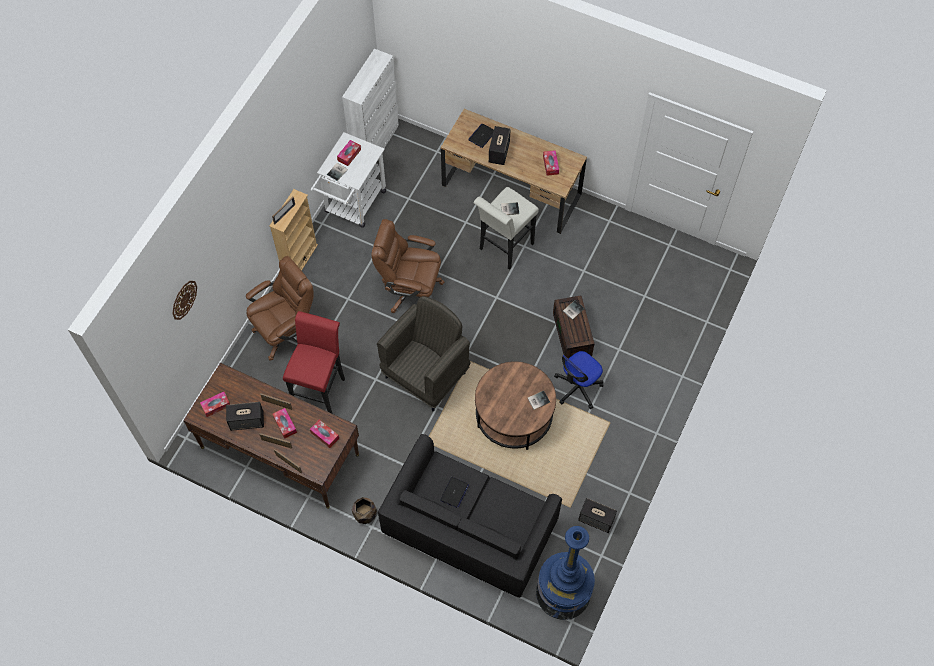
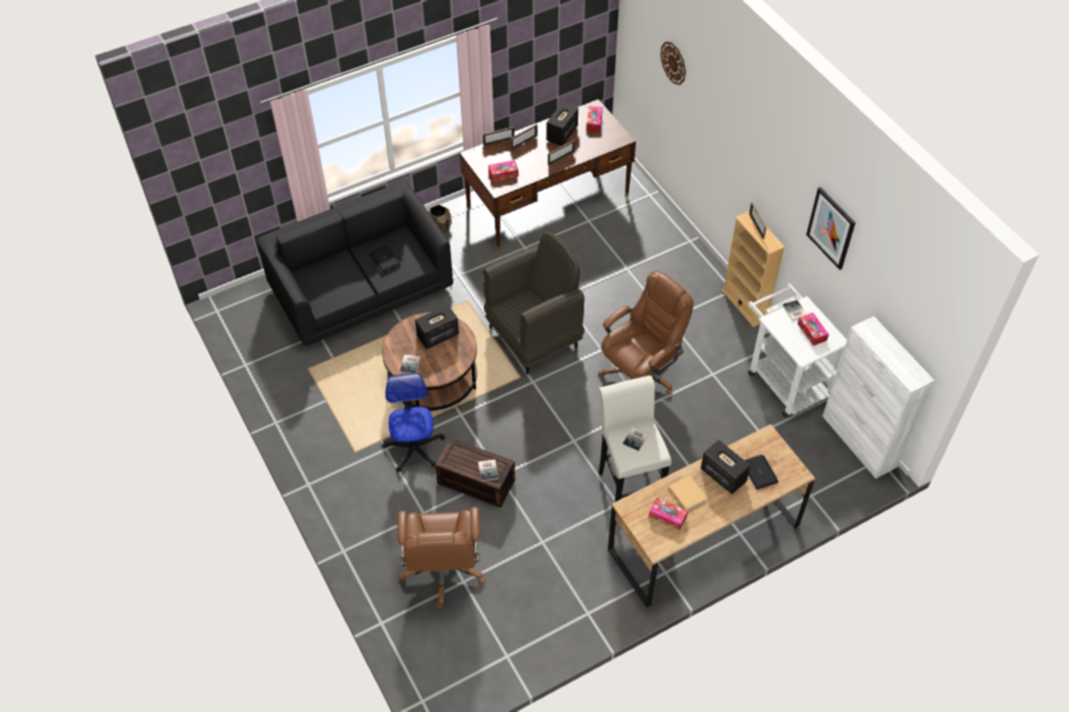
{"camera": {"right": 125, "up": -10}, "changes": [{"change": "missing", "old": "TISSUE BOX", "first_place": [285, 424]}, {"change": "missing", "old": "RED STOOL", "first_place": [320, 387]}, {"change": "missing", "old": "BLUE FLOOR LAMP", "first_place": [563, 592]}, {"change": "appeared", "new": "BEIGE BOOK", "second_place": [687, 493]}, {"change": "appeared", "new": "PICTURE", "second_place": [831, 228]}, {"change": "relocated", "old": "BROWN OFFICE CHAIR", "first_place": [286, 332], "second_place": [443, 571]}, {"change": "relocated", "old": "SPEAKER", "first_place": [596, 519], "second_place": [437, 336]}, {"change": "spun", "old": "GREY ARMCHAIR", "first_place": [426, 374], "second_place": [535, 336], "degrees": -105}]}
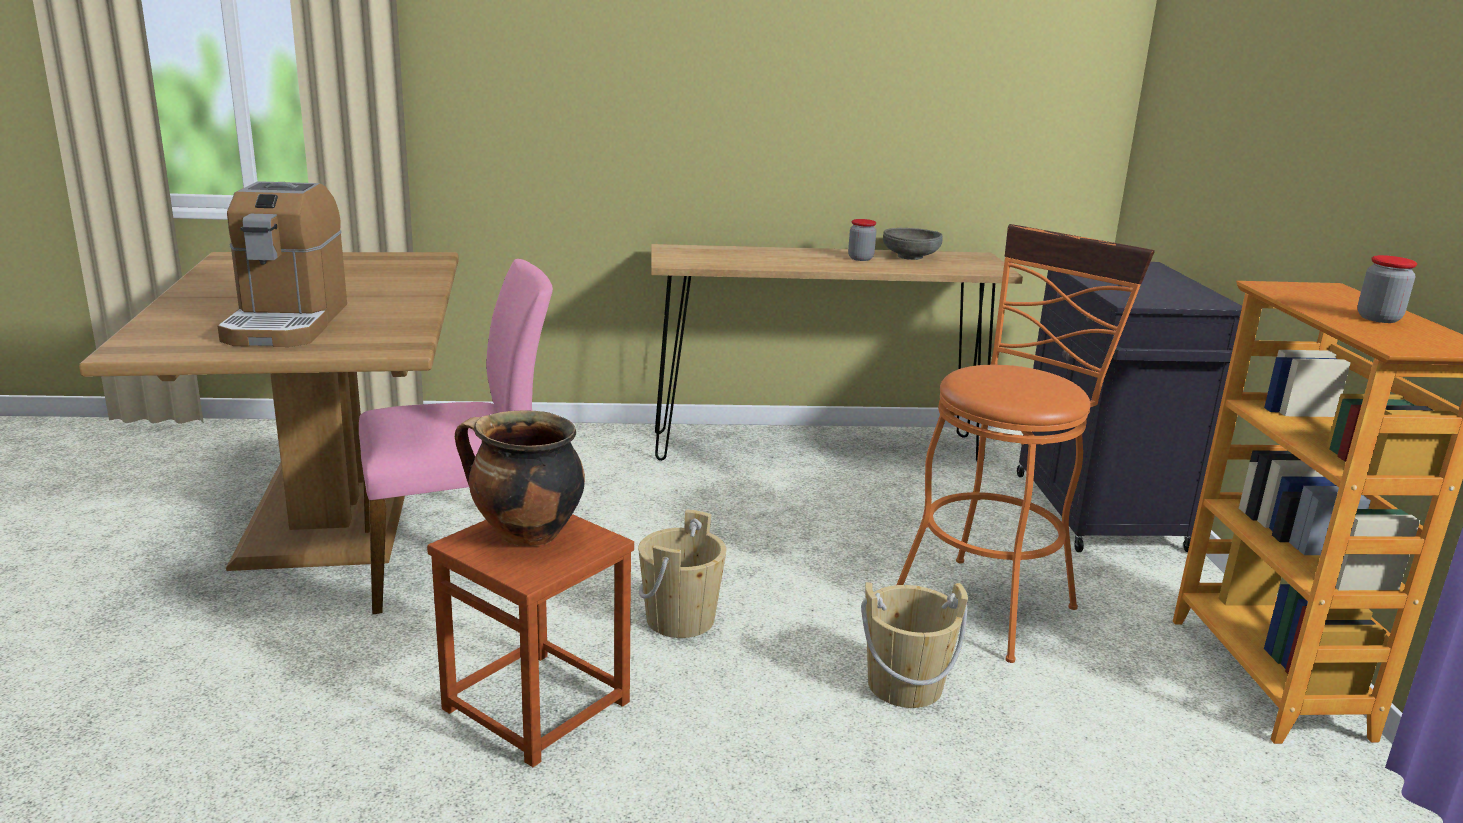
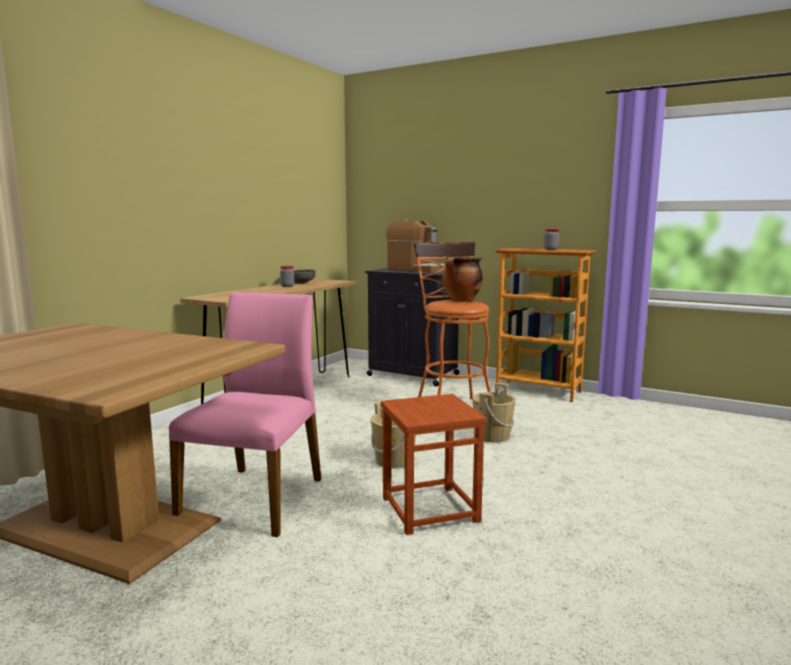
{"camera": {"right": -55, "up": -10}, "changes": [{"change": "relocated", "old": "COFFEE MACHINE", "first_place": [287, 323], "second_place": [416, 269]}, {"change": "relocated", "old": "COOKING POT", "first_place": [525, 535], "second_place": [462, 300]}]}
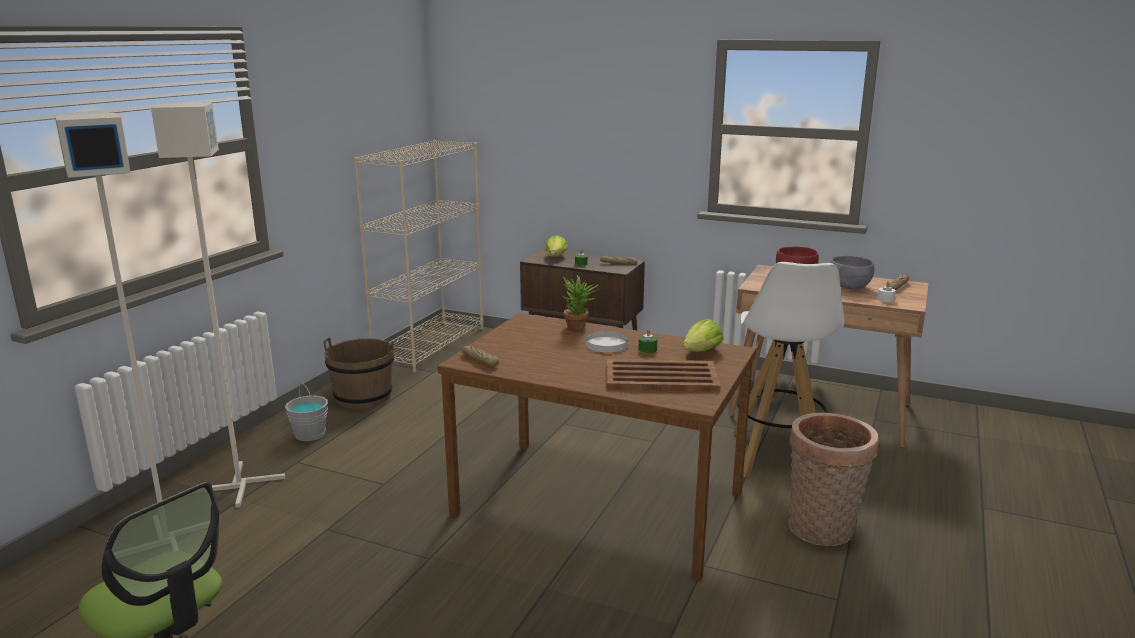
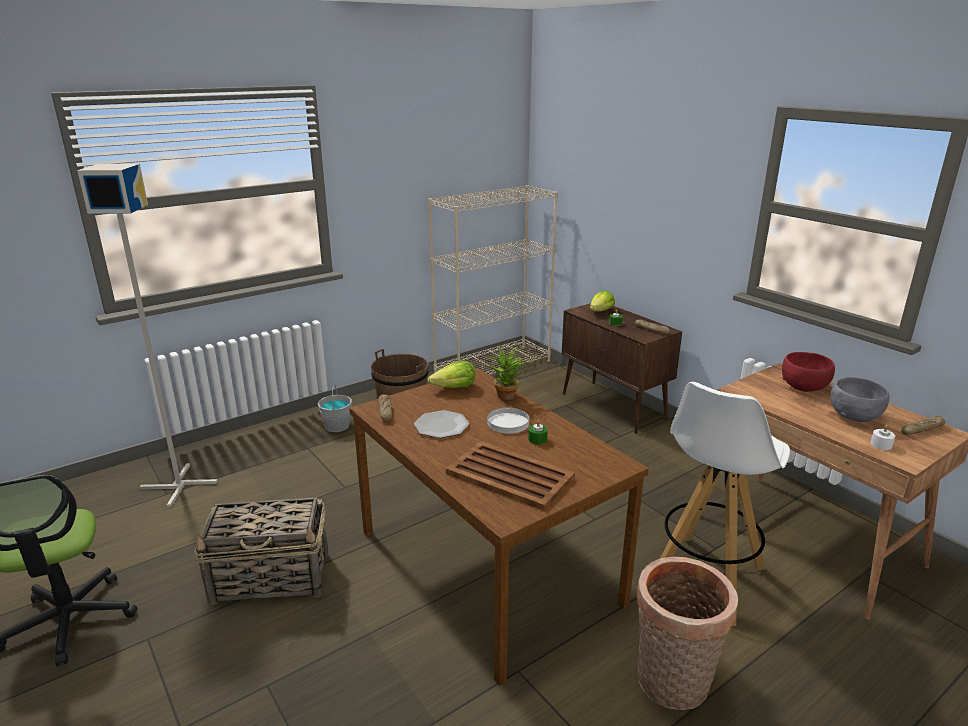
{"camera": {"right": 30, "up": 5}, "changes": [{"change": "missing", "old": "GREY FLOOR LAMP", "first_place": [240, 485]}, {"change": "appeared", "new": "BASKET", "second_place": [272, 577]}, {"change": "appeared", "new": "PLATE", "second_place": [441, 426]}, {"change": "relocated", "old": "LETTUCE", "first_place": [701, 352], "second_place": [454, 388]}]}
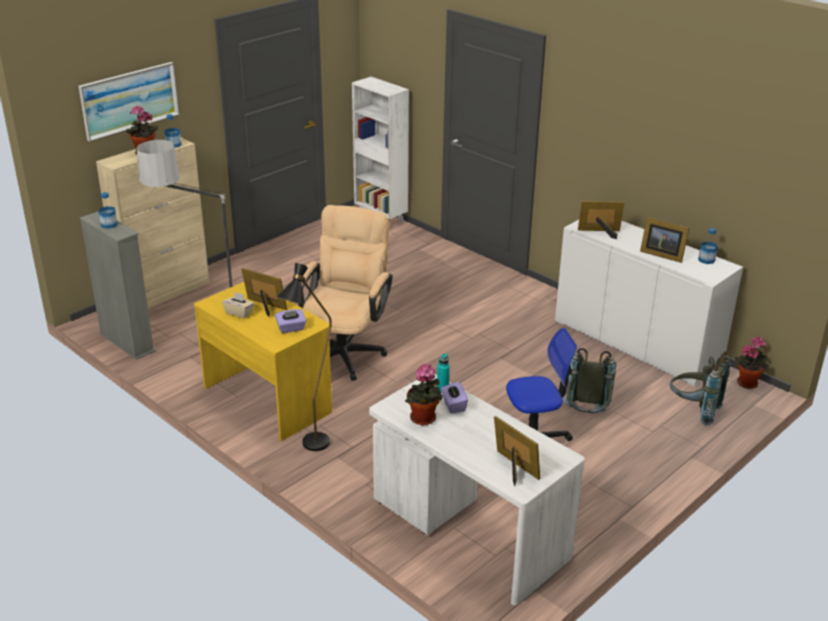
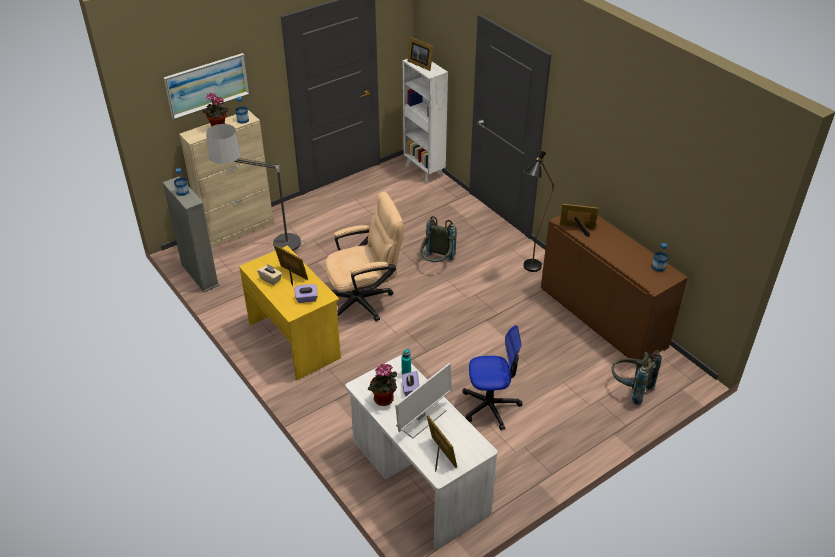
{"camera": {"right": 10, "up": 10}, "changes": [{"change": "missing", "old": "POTTED PLANT", "first_place": [748, 382]}, {"change": "appeared", "new": "MONITOR", "second_place": [421, 419]}, {"change": "relocated", "old": "BLACK FLOOR LAMP", "first_place": [311, 448], "second_place": [529, 269]}, {"change": "relocated", "old": "GREY BACKPACK", "first_place": [586, 416], "second_place": [436, 263]}, {"change": "relocated", "old": "PICTURE FRAME", "first_place": [661, 254], "second_place": [420, 64]}, {"change": "colour", "old": "WHITE CABINET", "new": "BROWN CABINET", "first_place": [636, 343], "second_place": [602, 317]}, {"change": "spun", "old": "BEIGE OFFICE CHAIR", "first_place": [345, 350], "second_place": [365, 300], "degrees": 45}]}
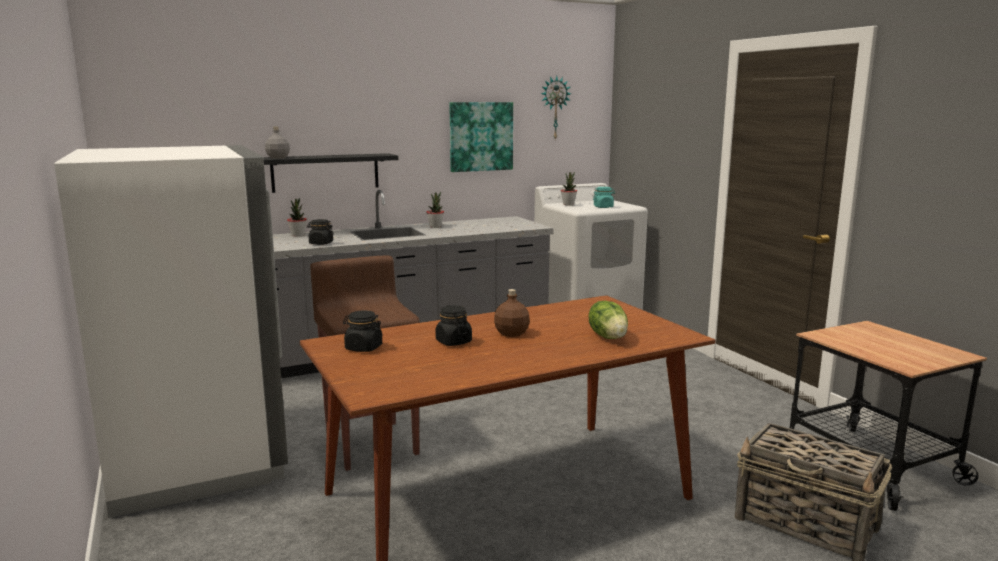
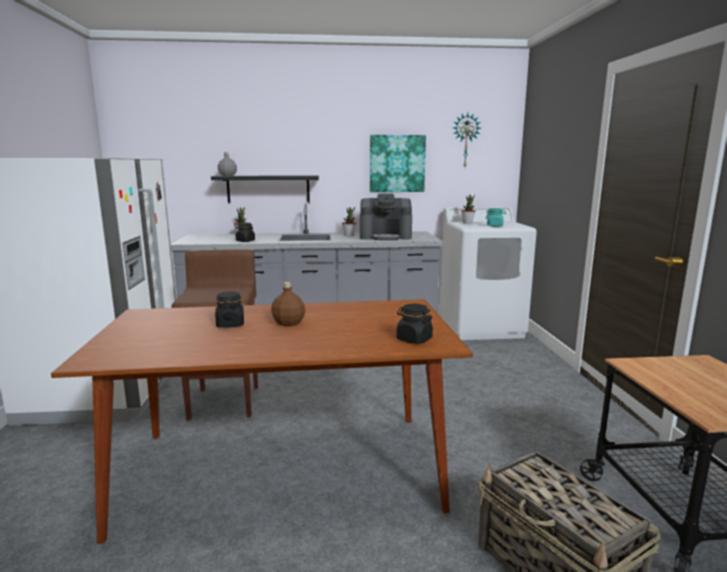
{"camera": {"right": 20, "up": 0}, "changes": [{"change": "missing", "old": "LETTUCE", "first_place": [609, 337]}, {"change": "appeared", "new": "COFFEE MACHINE", "second_place": [385, 237]}, {"change": "relocated", "old": "BLACK JAR", "first_place": [363, 348], "second_place": [414, 339]}]}
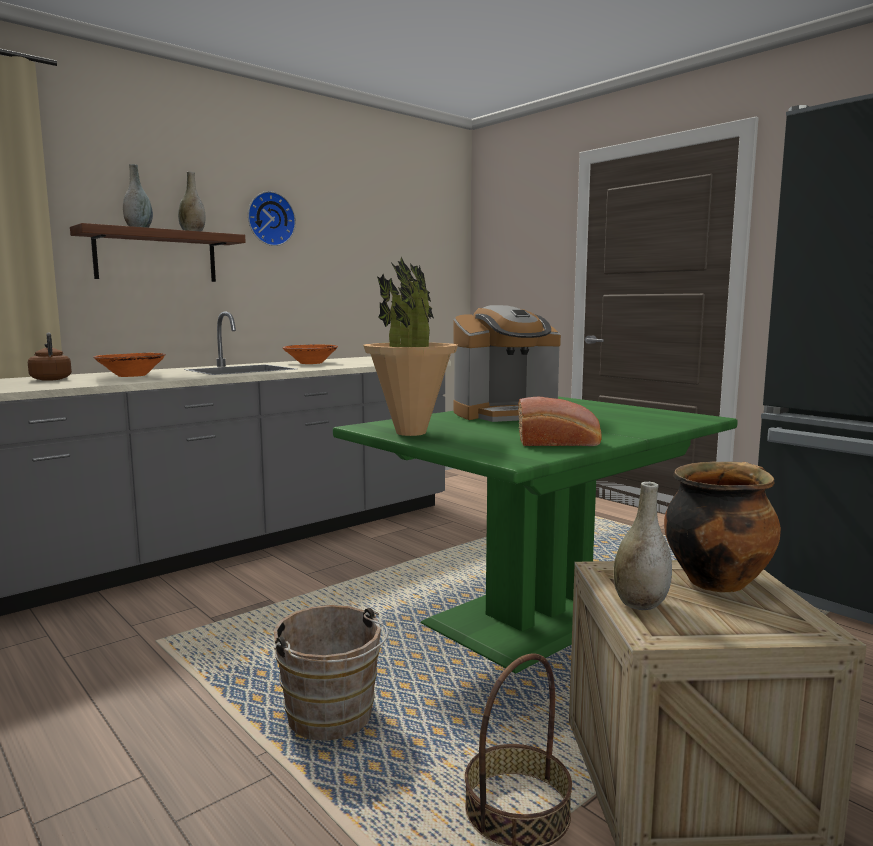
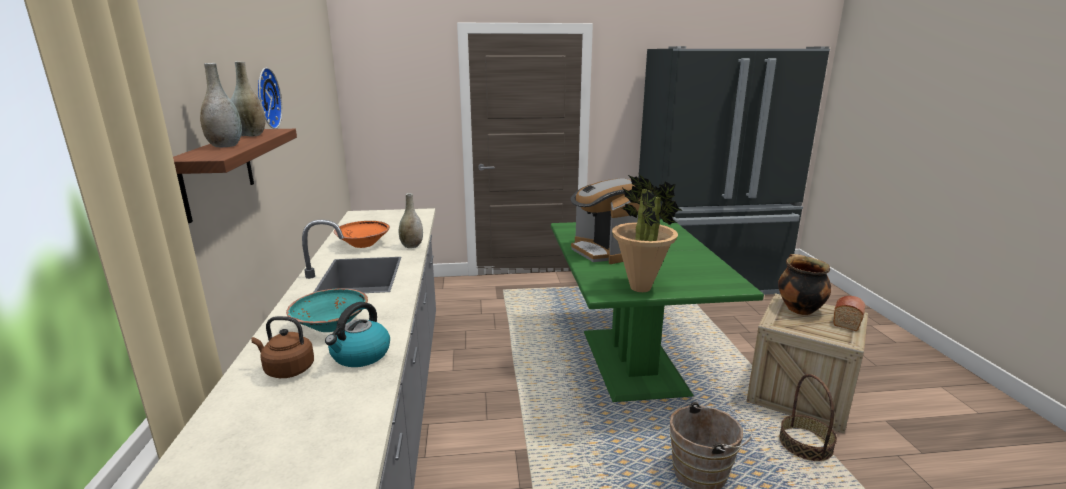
{"camera": {"right": -55, "up": 10}, "changes": [{"change": "appeared", "new": "KETTLE", "second_place": [360, 355]}, {"change": "relocated", "old": "BREAD", "first_place": [559, 443], "second_place": [847, 319]}, {"change": "relocated", "old": "GREY VASE", "first_place": [640, 604], "second_place": [412, 246]}, {"change": "colour", "old": "ORANGE BOWL", "new": "TURQUOISE BOWL", "first_place": [131, 375], "second_place": [331, 325]}, {"change": "spun", "old": "COFFEE MACHINE", "first_place": [505, 414], "second_place": [604, 251], "degrees": 135}]}
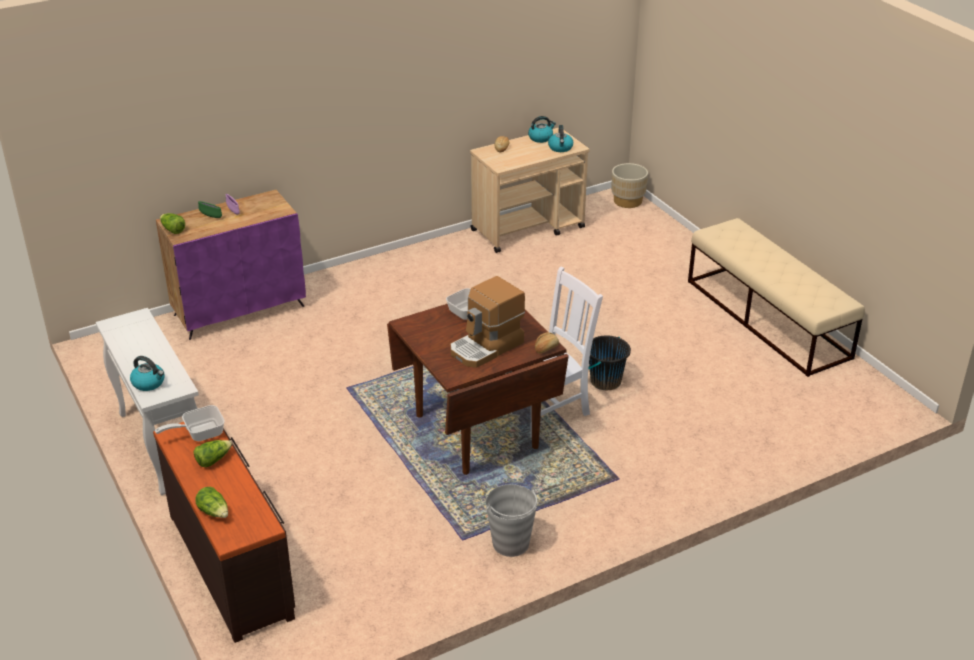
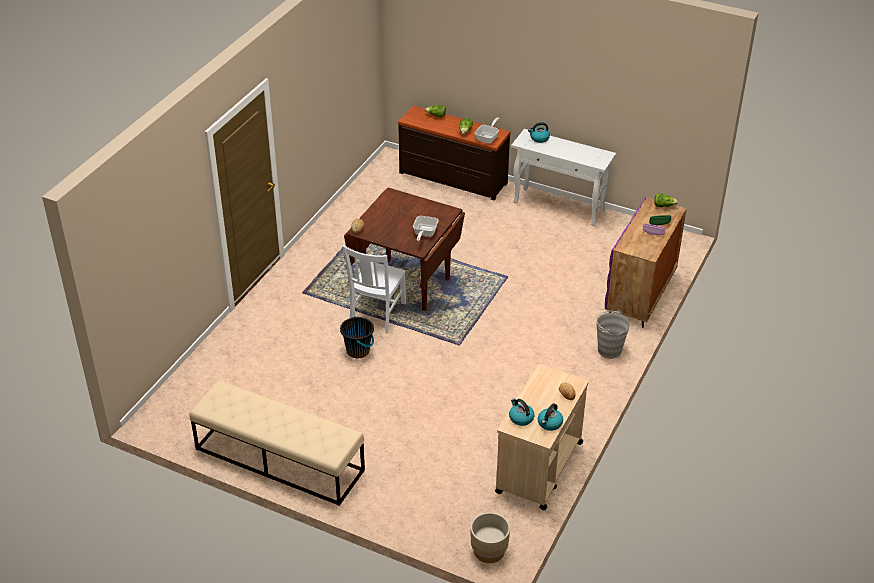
{"camera": {"right": 145, "up": 5}, "changes": [{"change": "missing", "old": "COFFEE MACHINE", "first_place": [487, 347]}, {"change": "relocated", "old": "GREY BUCKET", "first_place": [510, 544], "second_place": [609, 350]}]}
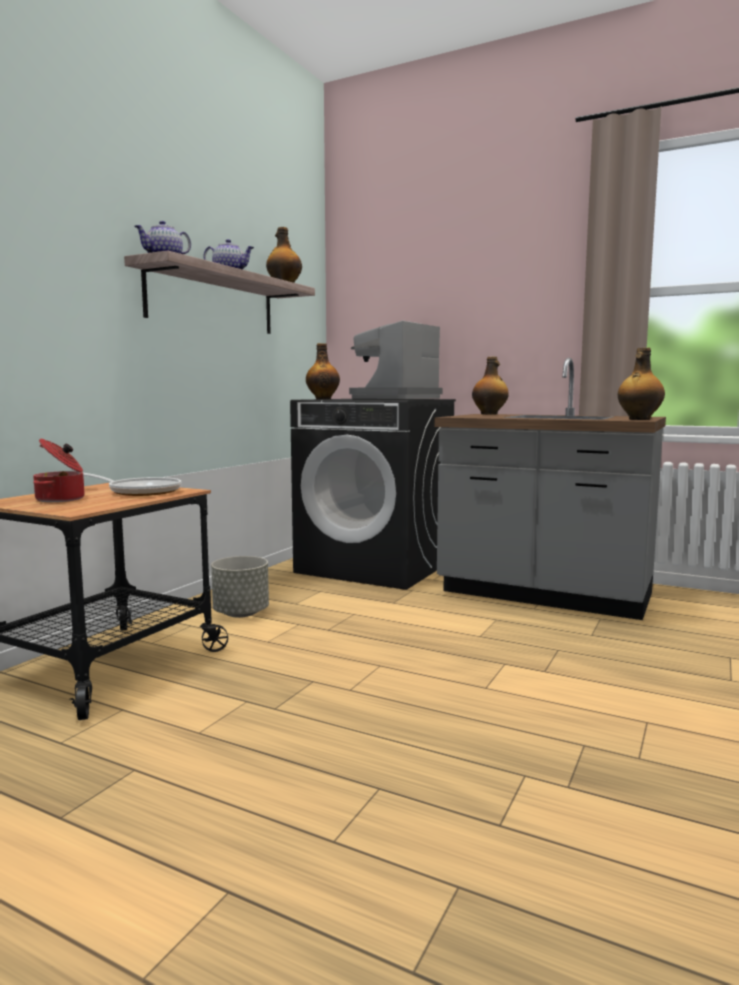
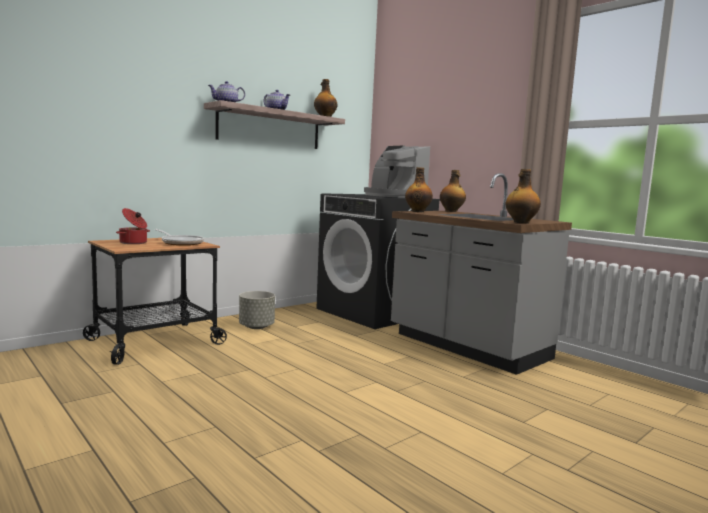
{"camera": {"right": 20, "up": 0}, "changes": [{"change": "relocated", "old": "BOTTLE", "first_place": [323, 399], "second_place": [418, 211]}, {"change": "spun", "old": "COFFEE MACHINE", "first_place": [393, 399], "second_place": [393, 196], "degrees": -90}]}
